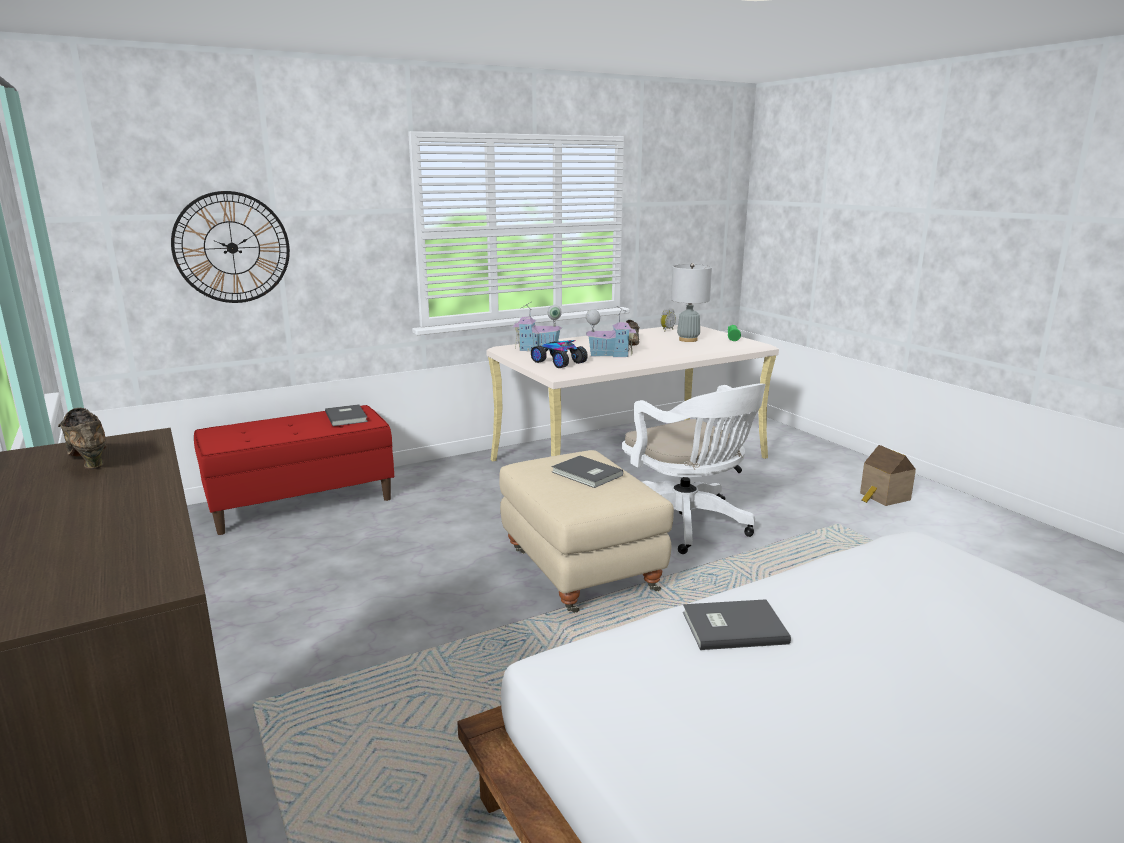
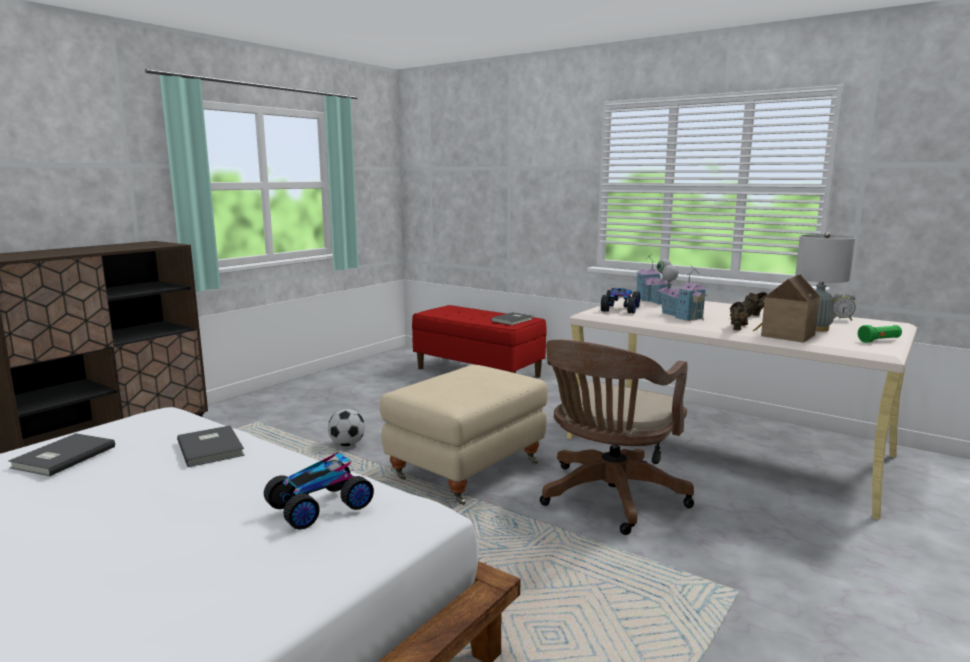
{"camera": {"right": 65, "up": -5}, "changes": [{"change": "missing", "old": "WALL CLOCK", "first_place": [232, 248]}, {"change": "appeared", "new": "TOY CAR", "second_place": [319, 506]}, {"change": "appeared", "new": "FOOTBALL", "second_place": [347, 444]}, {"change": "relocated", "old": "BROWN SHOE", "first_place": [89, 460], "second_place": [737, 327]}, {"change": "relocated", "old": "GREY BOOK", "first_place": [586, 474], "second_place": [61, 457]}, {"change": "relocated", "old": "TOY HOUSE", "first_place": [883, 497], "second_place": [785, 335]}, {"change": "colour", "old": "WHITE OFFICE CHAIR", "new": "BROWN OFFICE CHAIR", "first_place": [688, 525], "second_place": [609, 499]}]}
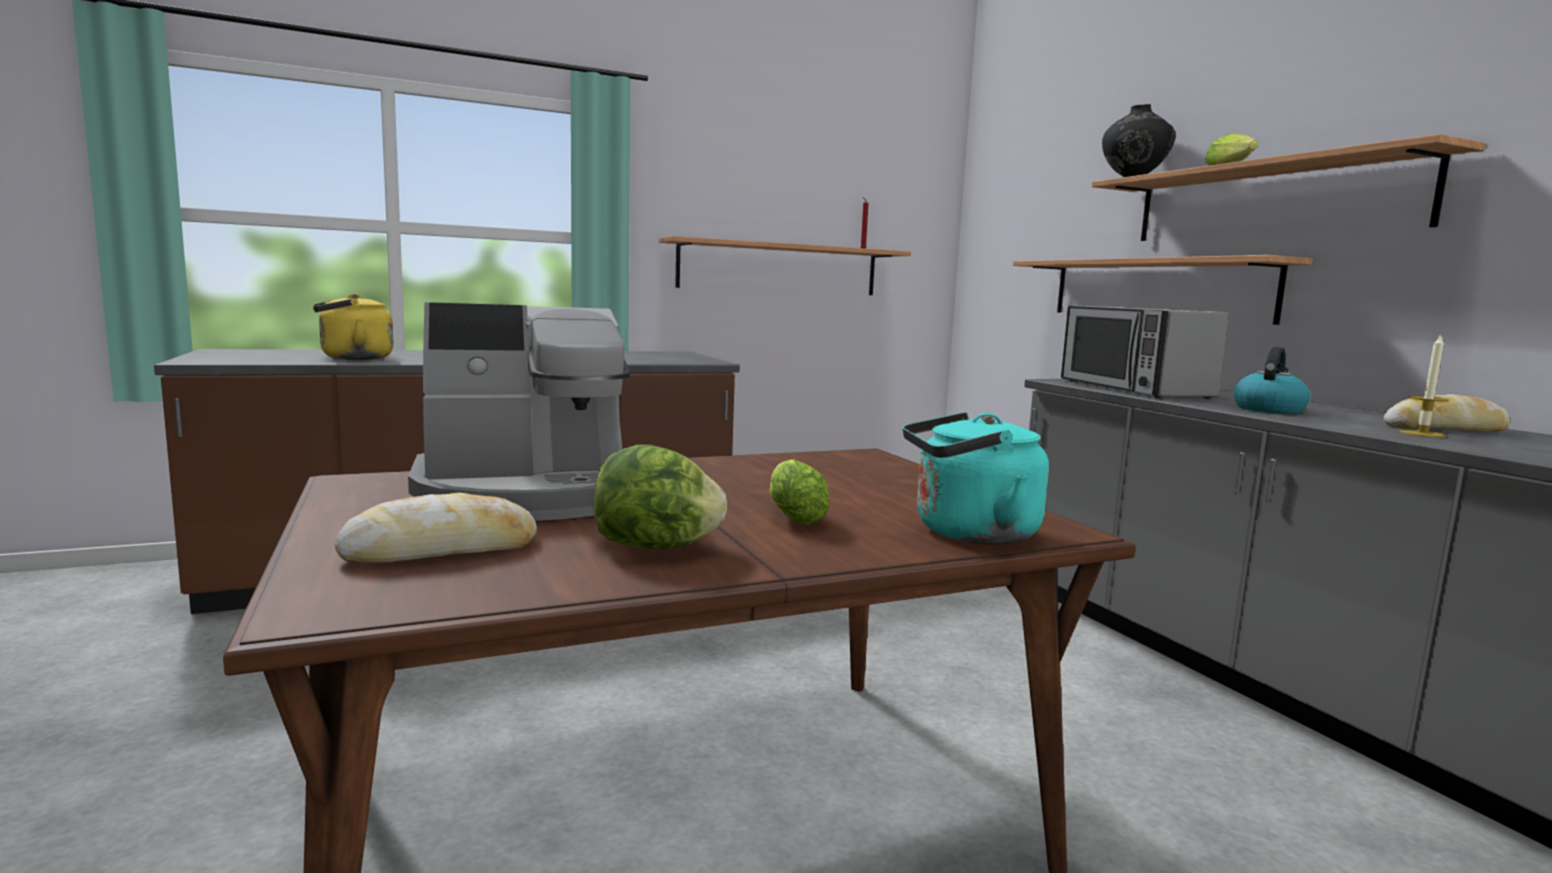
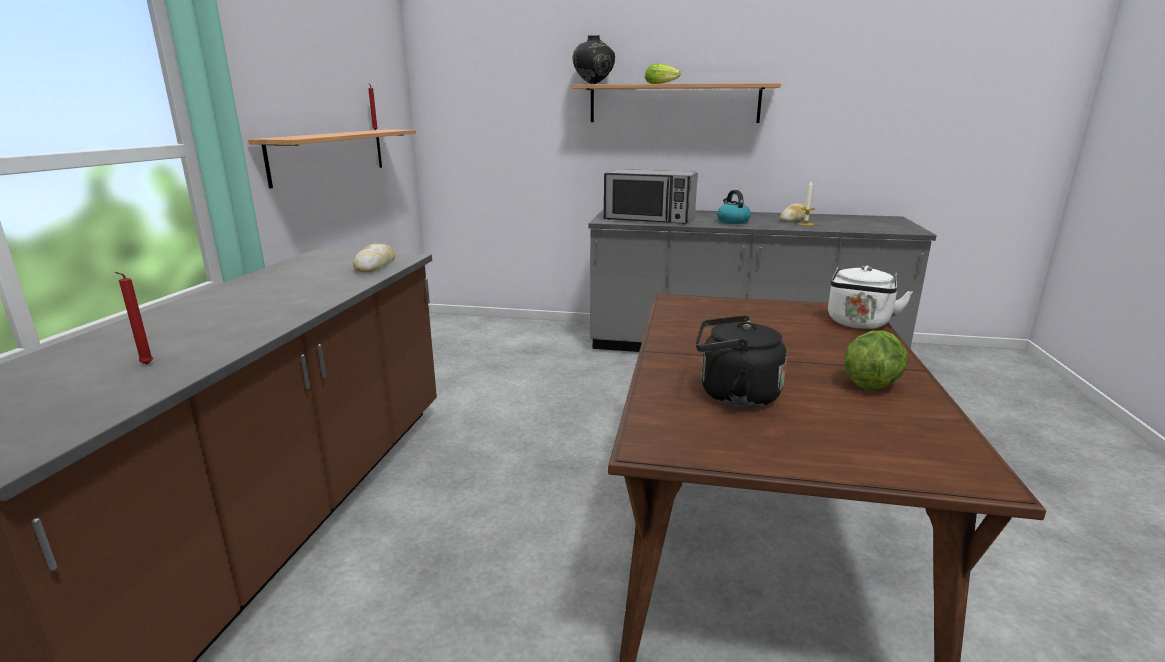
{"camera": {"right": -55, "up": 10}, "changes": [{"change": "missing", "old": "LETTUCE", "first_place": [793, 515]}, {"change": "missing", "old": "SHELF", "first_place": [1156, 289]}, {"change": "relocated", "old": "BREAD", "first_place": [442, 550], "second_place": [375, 265]}, {"change": "exchanged", "old": "YELLOW KETTLE", "new": "RED CANDLE", "first_place": [352, 358], "second_place": [145, 365]}, {"change": "exchanged", "old": "COFFEE MACHINE", "new": "BLACK KETTLE", "first_place": [528, 494], "second_place": [733, 395]}, {"change": "colour", "old": "TURQUOISE KETTLE", "new": "WHITE KETTLE", "first_place": [968, 533], "second_place": [858, 324]}]}
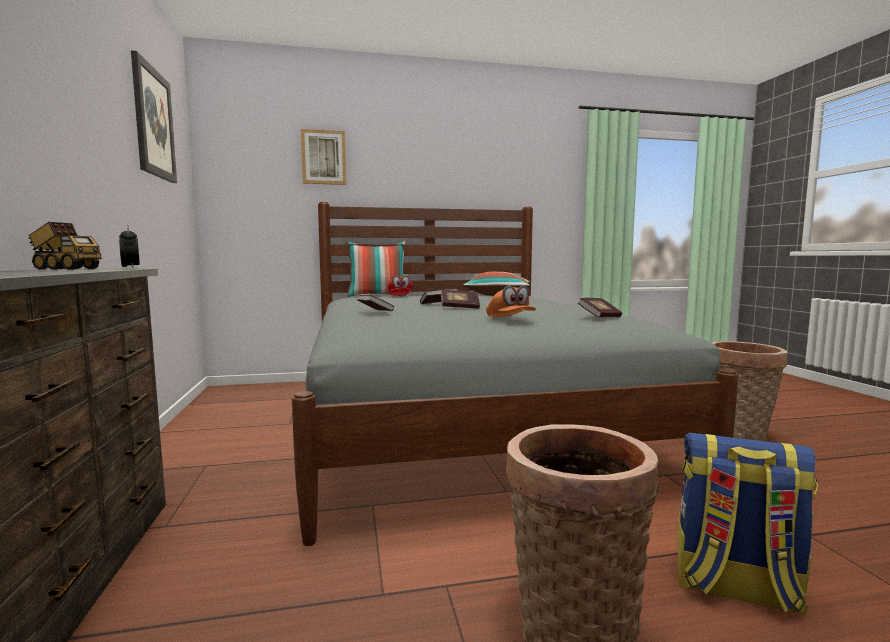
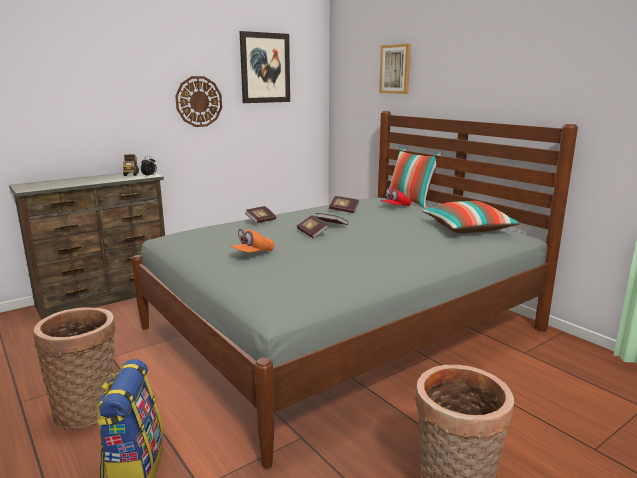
{"camera": {"right": 65, "up": 10}, "changes": [{"change": "appeared", "new": "WALL CLOCK", "second_place": [199, 101]}, {"change": "relocated", "old": "BOOK", "first_place": [600, 317], "second_place": [344, 210]}]}
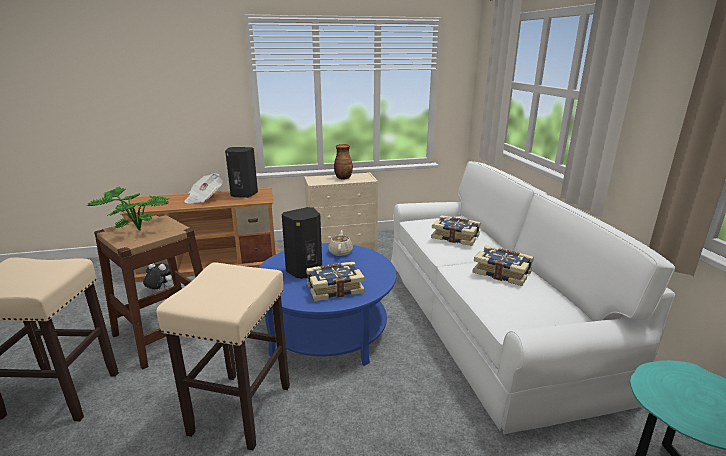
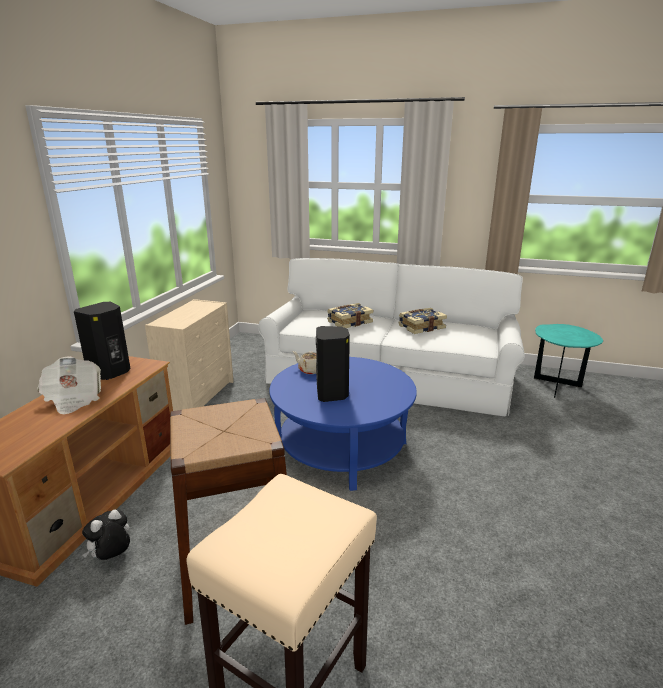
{"camera": {"right": -60, "up": 0}, "changes": [{"change": "missing", "old": "POTTED PLANT", "first_place": [137, 229]}, {"change": "missing", "old": "BEIGE STOOL", "first_place": [241, 410]}, {"change": "missing", "old": "BOOK", "first_place": [334, 288]}, {"change": "missing", "old": "VASE", "first_place": [343, 178]}]}
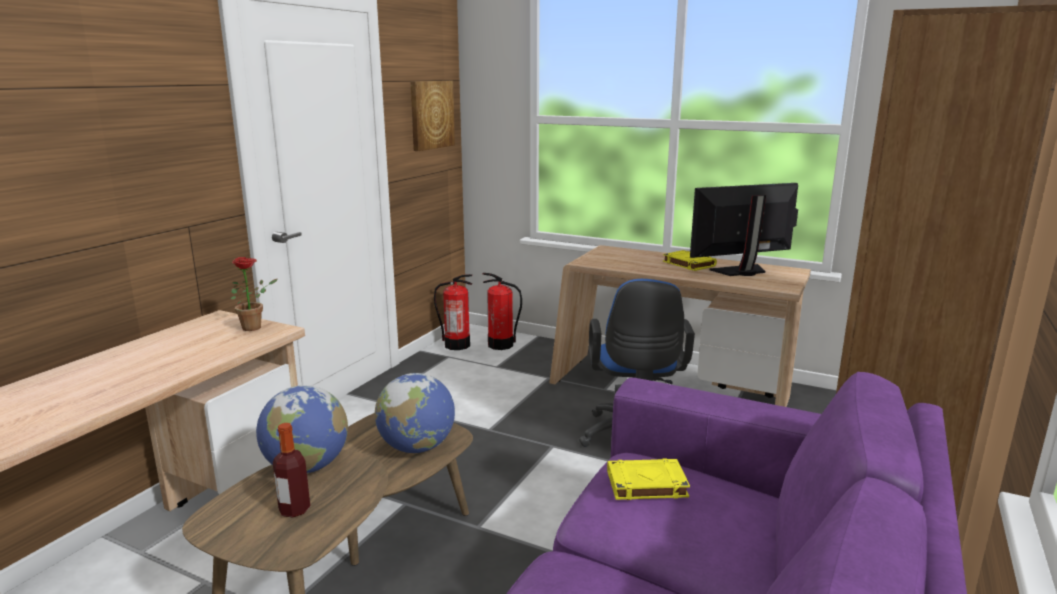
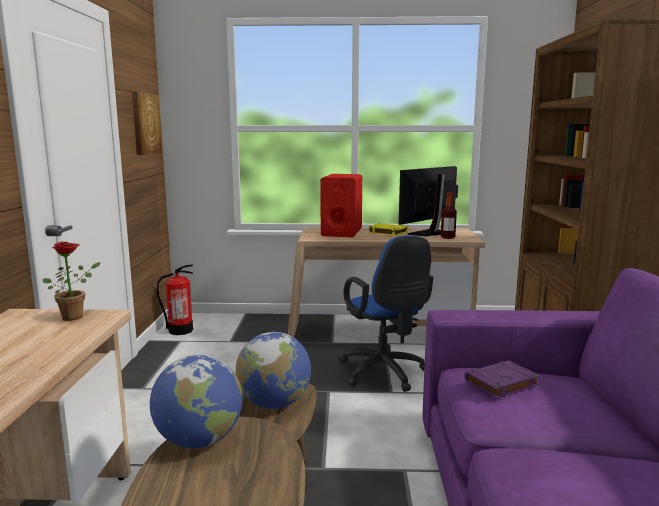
{"camera": {"right": -25, "up": -5}, "changes": [{"change": "missing", "old": "FIRE EXTINGUISHER", "first_place": [501, 345]}, {"change": "appeared", "new": "RED SPEAKER", "second_place": [341, 232]}, {"change": "relocated", "old": "BOTTLE", "first_place": [294, 510], "second_place": [447, 237]}, {"change": "colour", "old": "YELLOW BOOK", "new": "PURPLE BOOK", "first_place": [645, 484], "second_place": [501, 383]}]}
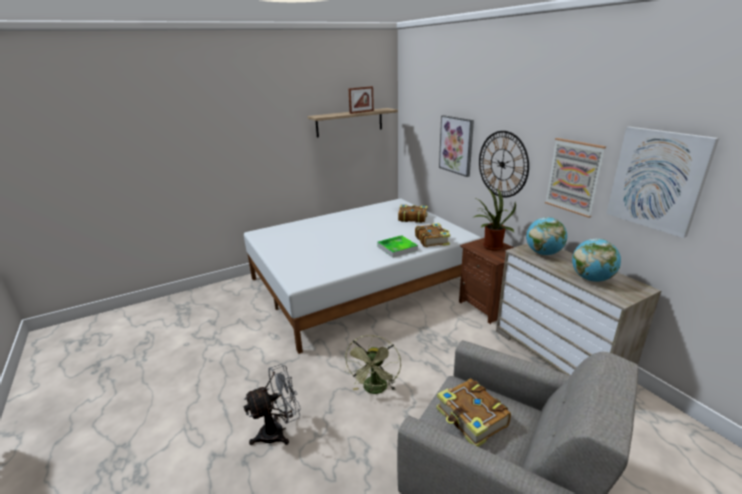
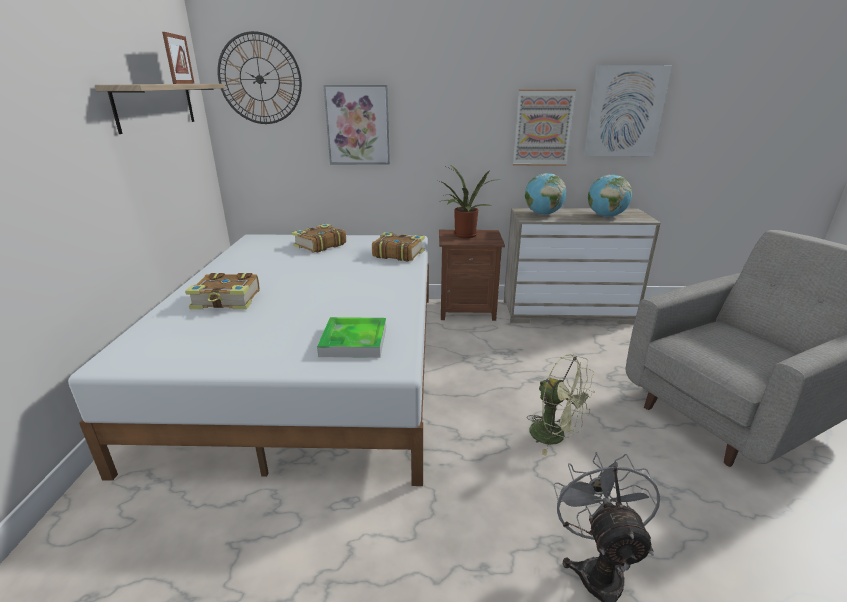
{"camera": {"right": -60, "up": 0}, "changes": [{"change": "relocated", "old": "TRAY", "first_place": [397, 248], "second_place": [354, 341]}, {"change": "relocated", "old": "BOOK", "first_place": [471, 419], "second_place": [227, 300]}, {"change": "relocated", "old": "WALL CLOCK", "first_place": [502, 164], "second_place": [259, 79]}]}
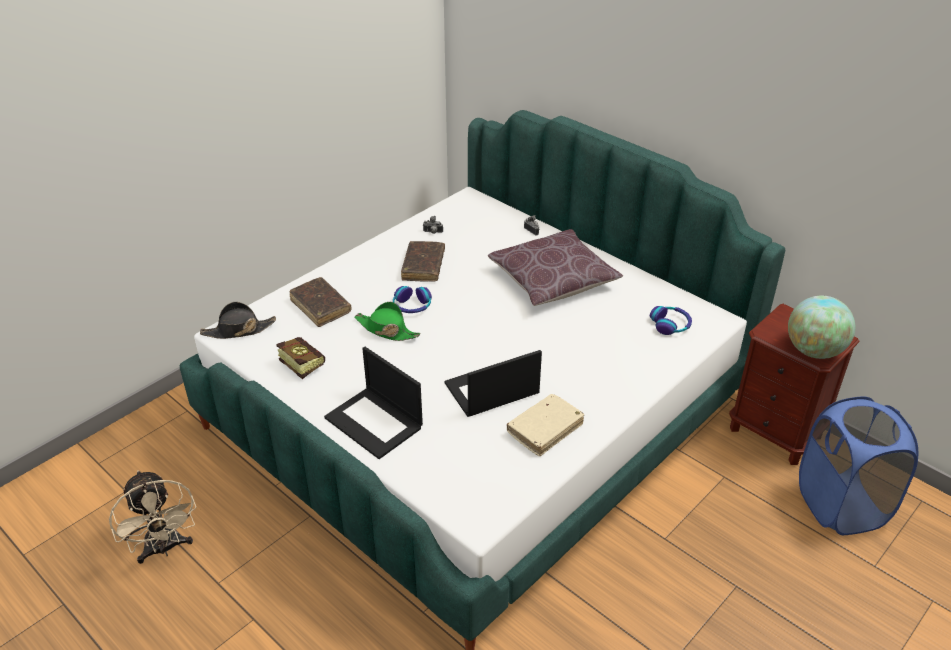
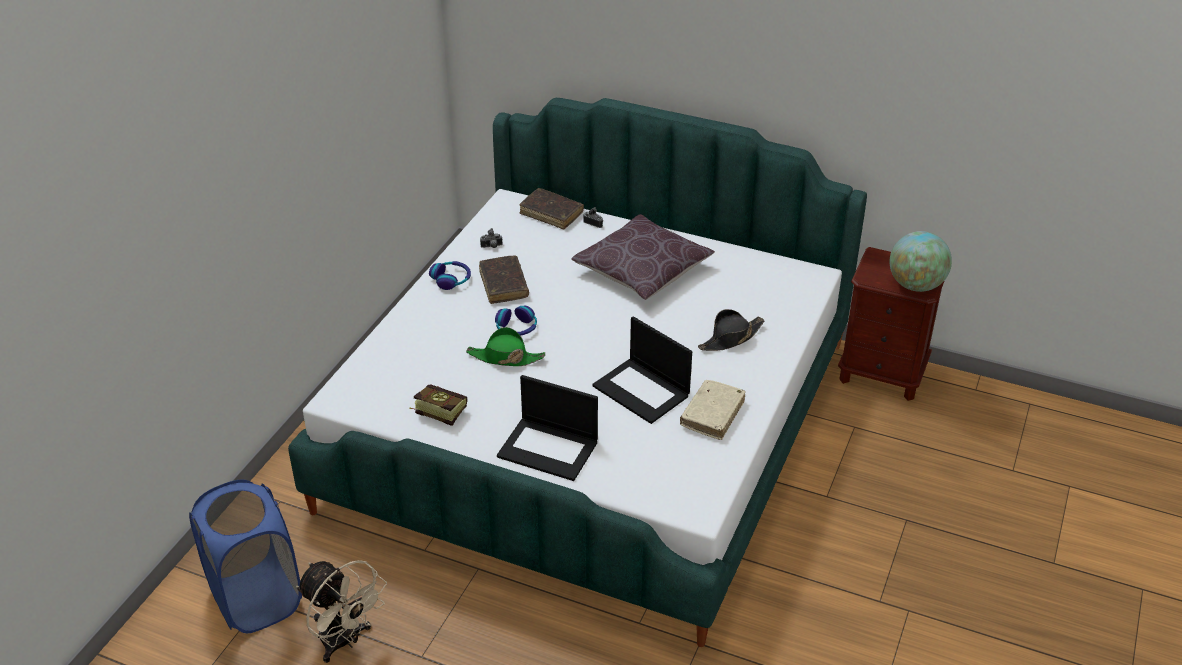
{"camera": {"right": -20, "up": 0}, "changes": [{"change": "relocated", "old": "BLACK HAT", "first_place": [238, 330], "second_place": [730, 338]}, {"change": "relocated", "old": "BROWN BOOK", "first_place": [320, 307], "second_place": [551, 214]}, {"change": "relocated", "old": "HEADPHONES", "first_place": [670, 325], "second_place": [451, 279]}, {"change": "relocated", "old": "BLUE LAUNDRY BASKET", "first_place": [841, 505], "second_place": [257, 599]}, {"change": "spun", "old": "LAPTOP", "first_place": [491, 390], "second_place": [642, 391], "degrees": -90}]}
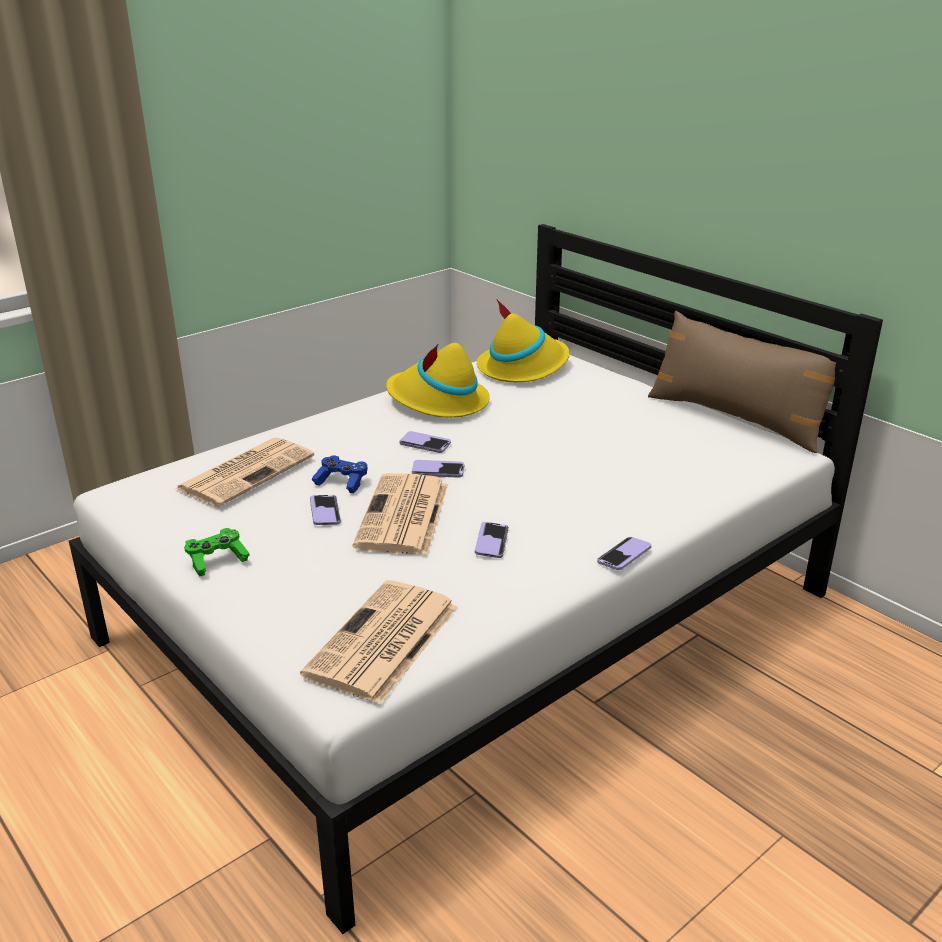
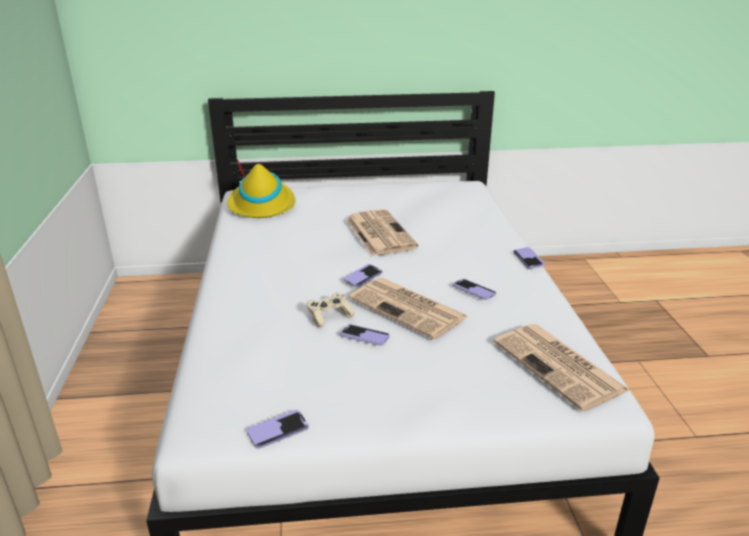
{"camera": {"right": -55, "up": 0}, "changes": [{"change": "missing", "old": "GREEN GAME CONTROLLER", "first_place": [217, 560]}, {"change": "missing", "old": "YELLOW HAT", "first_place": [437, 401]}, {"change": "missing", "old": "BROWN PILLOW", "first_place": [736, 418]}, {"change": "relocated", "old": "NEWSPAPER", "first_place": [247, 472], "second_place": [379, 233]}, {"change": "relocated", "old": "PHONE", "first_place": [425, 444], "second_place": [278, 430]}, {"change": "colour", "old": "BLUE GAME CONTROLLER", "new": "BEIGE GAME CONTROLLER", "first_place": [341, 482], "second_place": [329, 316]}]}
